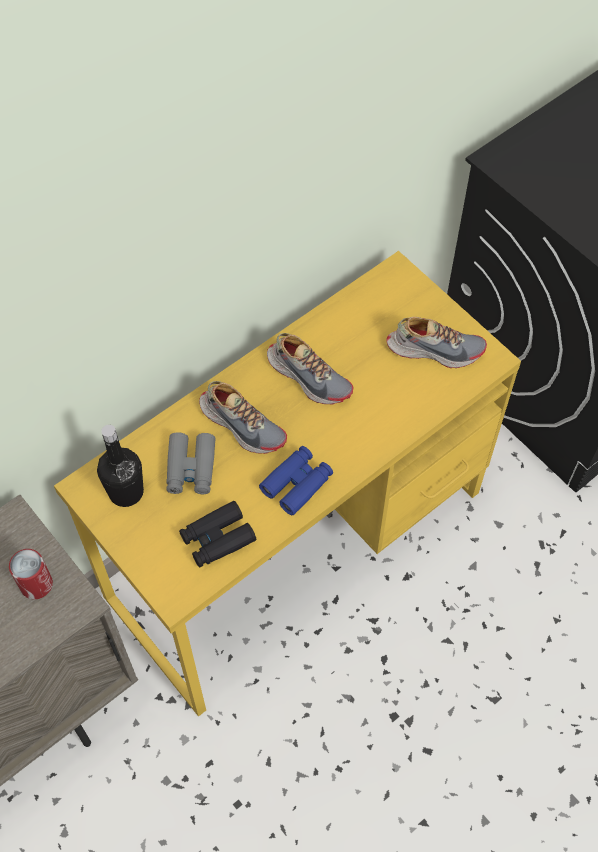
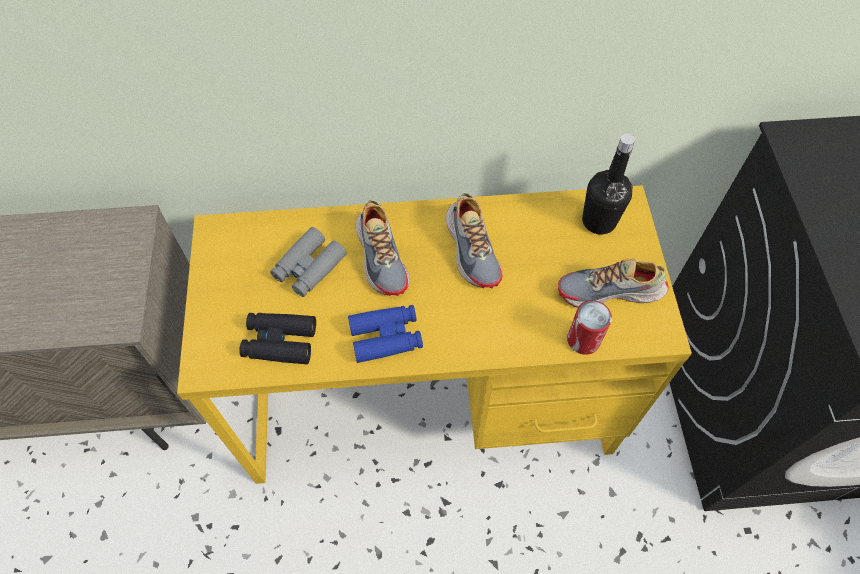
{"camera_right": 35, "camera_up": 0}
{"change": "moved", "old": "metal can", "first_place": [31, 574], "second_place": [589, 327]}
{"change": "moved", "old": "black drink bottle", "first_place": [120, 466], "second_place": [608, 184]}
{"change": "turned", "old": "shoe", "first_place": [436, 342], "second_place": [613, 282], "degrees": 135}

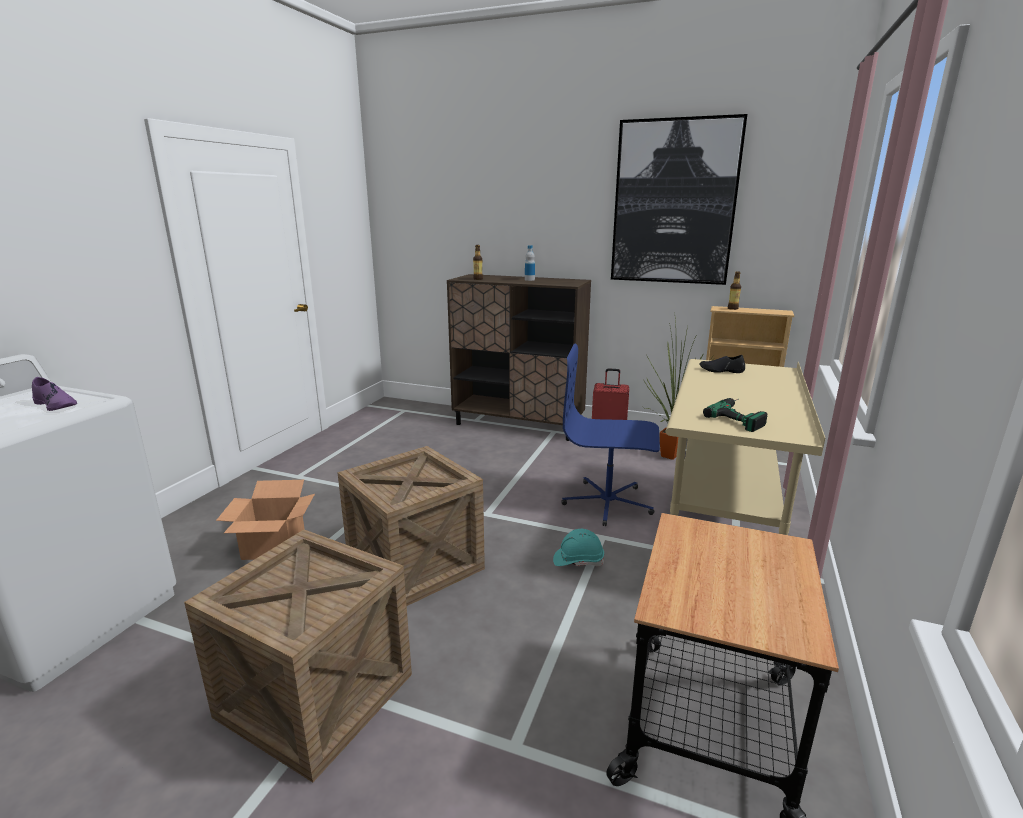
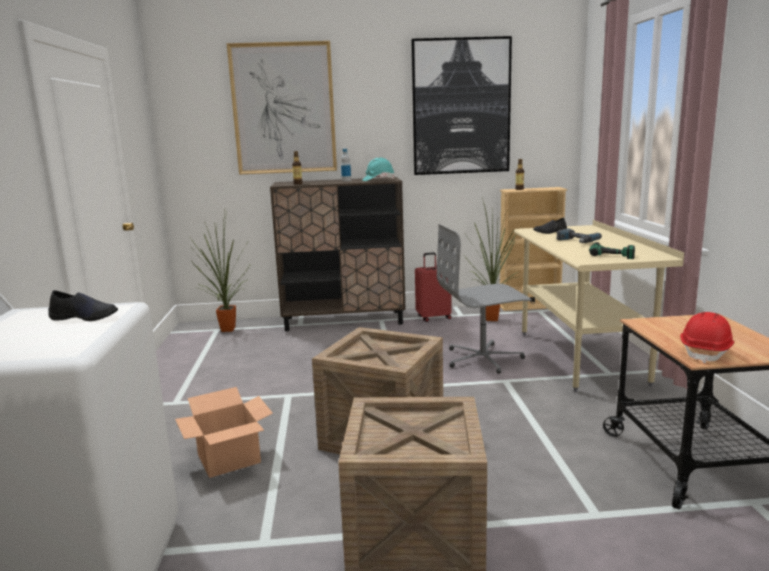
{"camera_right": -25, "camera_up": -5}
{"change": "added", "new": "plant in a pot", "second_place": [220, 271]}
{"change": "added", "new": "wall art", "second_place": [282, 108]}
{"change": "added", "new": "drill", "second_place": [579, 235]}
{"change": "added", "new": "red work helmet", "second_place": [707, 337]}
{"change": "moved", "old": "turquoise-coloured work helmet", "first_place": [578, 547], "second_place": [378, 169]}
{"change": "recoloured", "old": "purple shoe", "new": "black shoe", "first_place": [54, 394], "second_place": [83, 305]}
{"change": "recoloured", "old": "bluish computer chair", "new": "greyish computer chair", "first_place": [610, 434], "second_place": [484, 299]}

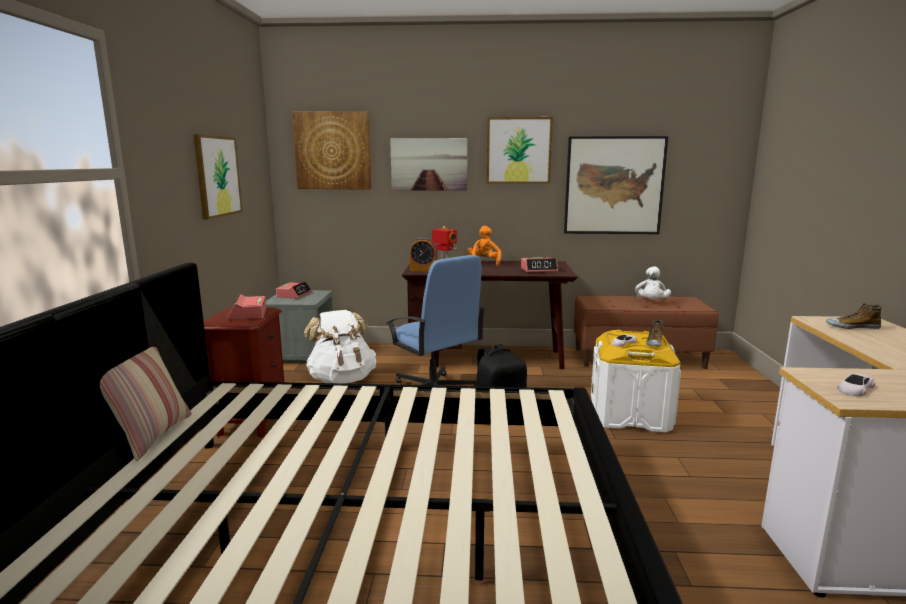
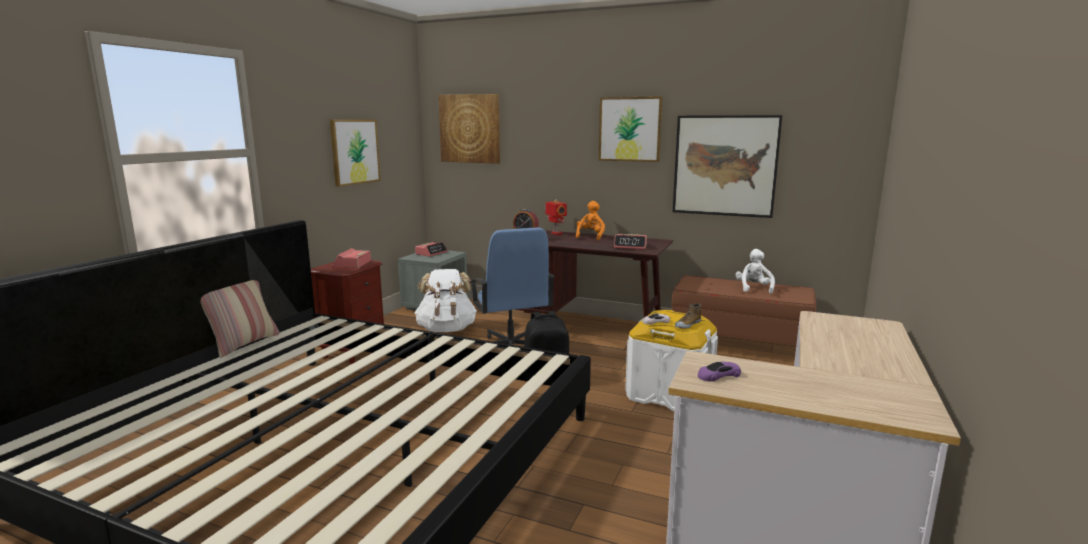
{"camera_right": 20, "camera_up": 0}
{"change": "removed", "old": "wall art", "first_place": [428, 164]}
{"change": "removed", "old": "shoe", "first_place": [854, 316]}
{"change": "recoloured", "old": "whitish model car", "new": "purple model car", "first_place": [856, 384], "second_place": [719, 372]}
{"change": "turned", "old": "whitish cuddly toy", "first_place": [653, 282], "second_place": [755, 271], "degrees": 150}

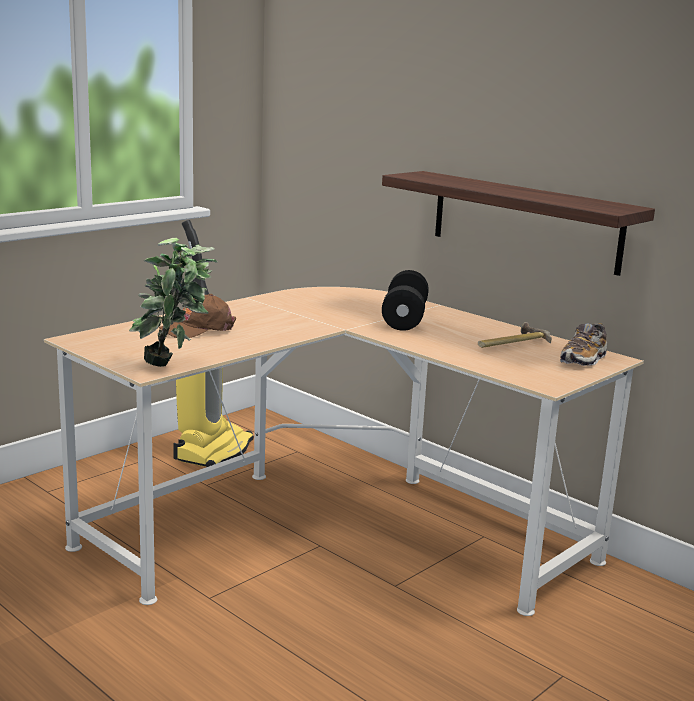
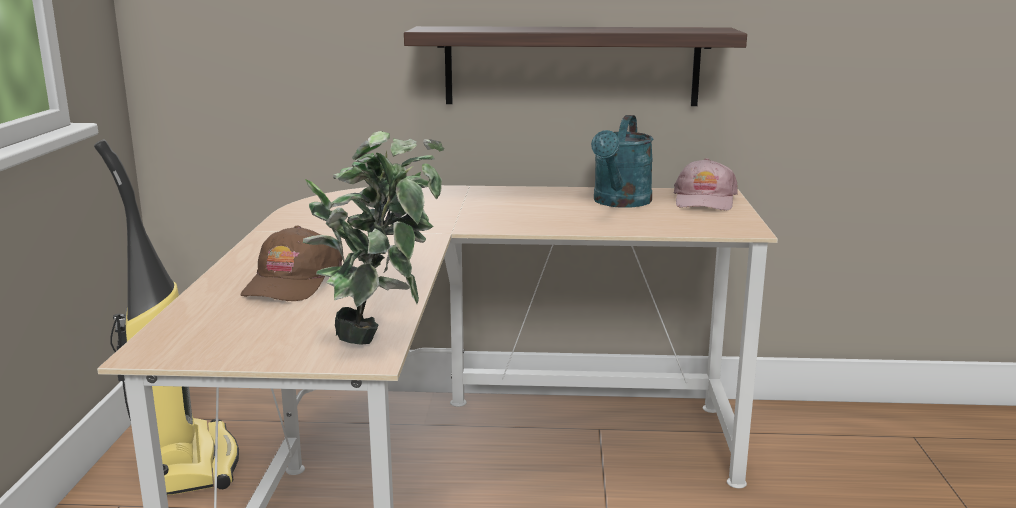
{"camera_right": -40, "camera_up": 0}
{"change": "removed", "old": "black hand weight", "first_place": [405, 300]}
{"change": "replaced", "old": "tool hammer", "new": "turquoise-coloured sprinkling can", "first_place": [514, 335], "second_place": [622, 161]}
{"change": "replaced", "old": "shoe", "new": "pink baseball cap", "first_place": [583, 344], "second_place": [706, 184]}

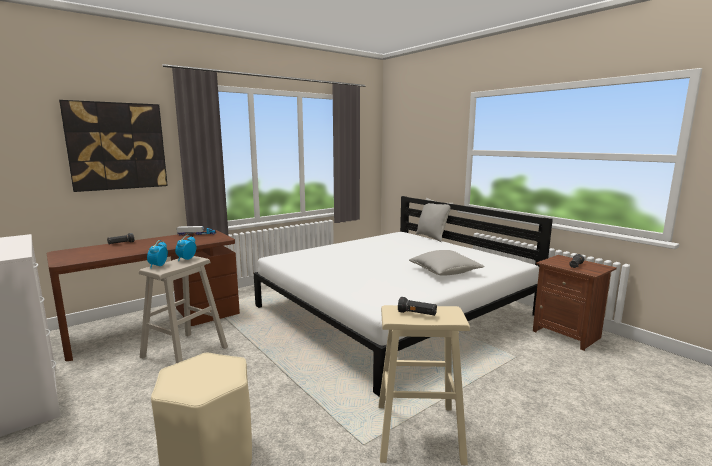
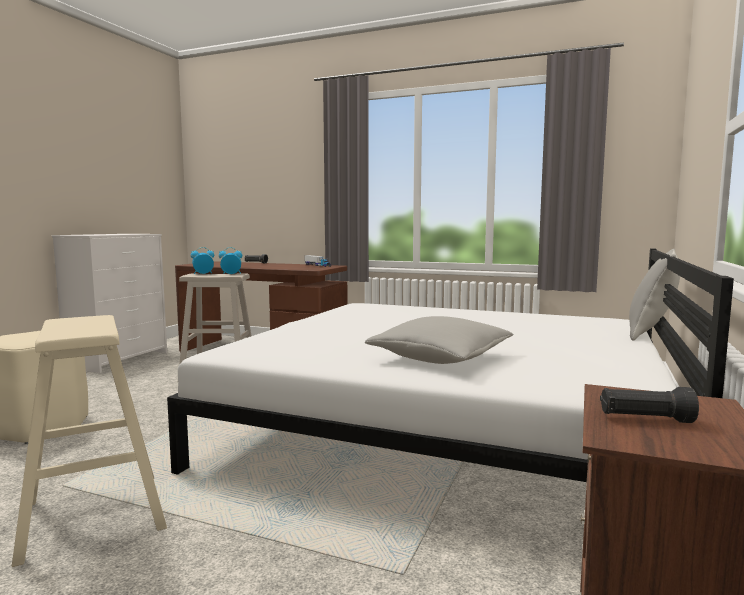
{"camera_right": 60, "camera_up": -5}
{"change": "removed", "old": "wall art", "first_place": [113, 146]}
{"change": "removed", "old": "black torch", "first_place": [417, 306]}

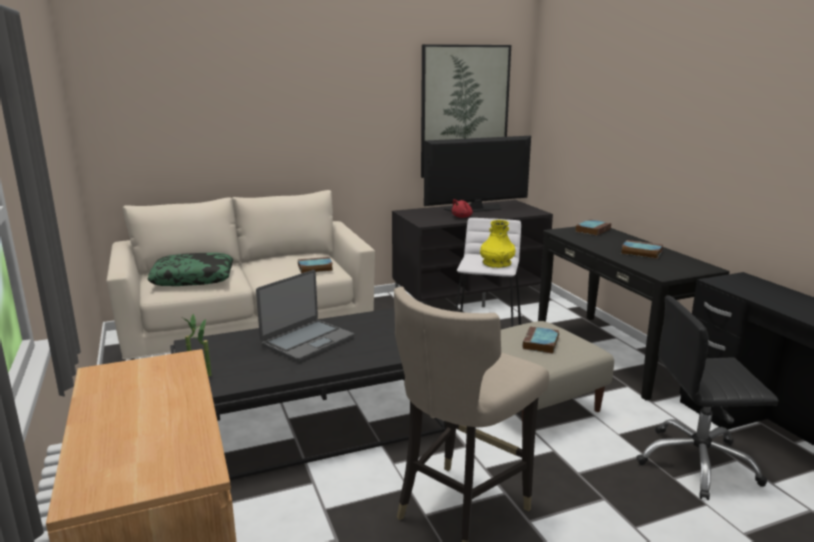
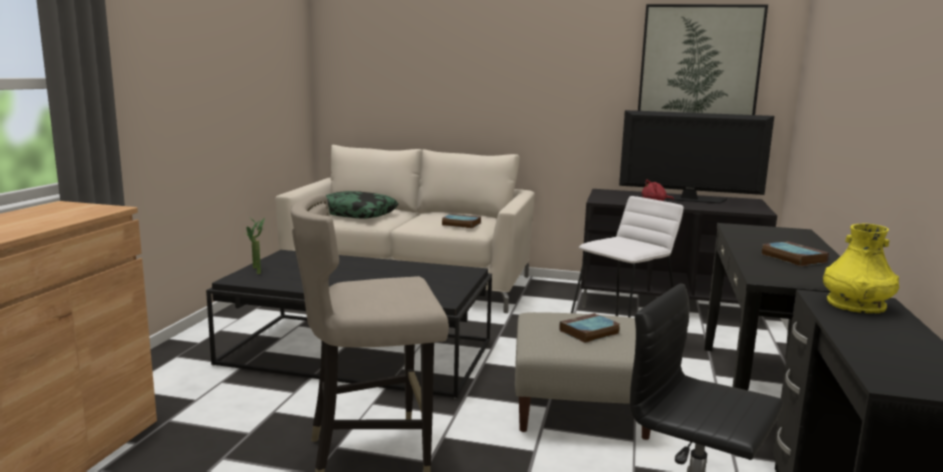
{"camera_right": 35, "camera_up": -5}
{"change": "removed", "old": "portable computer", "first_place": [305, 316]}
{"change": "removed", "old": "bound book", "first_place": [593, 227]}
{"change": "moved", "old": "yellow flower vase", "first_place": [497, 244], "second_place": [861, 268]}

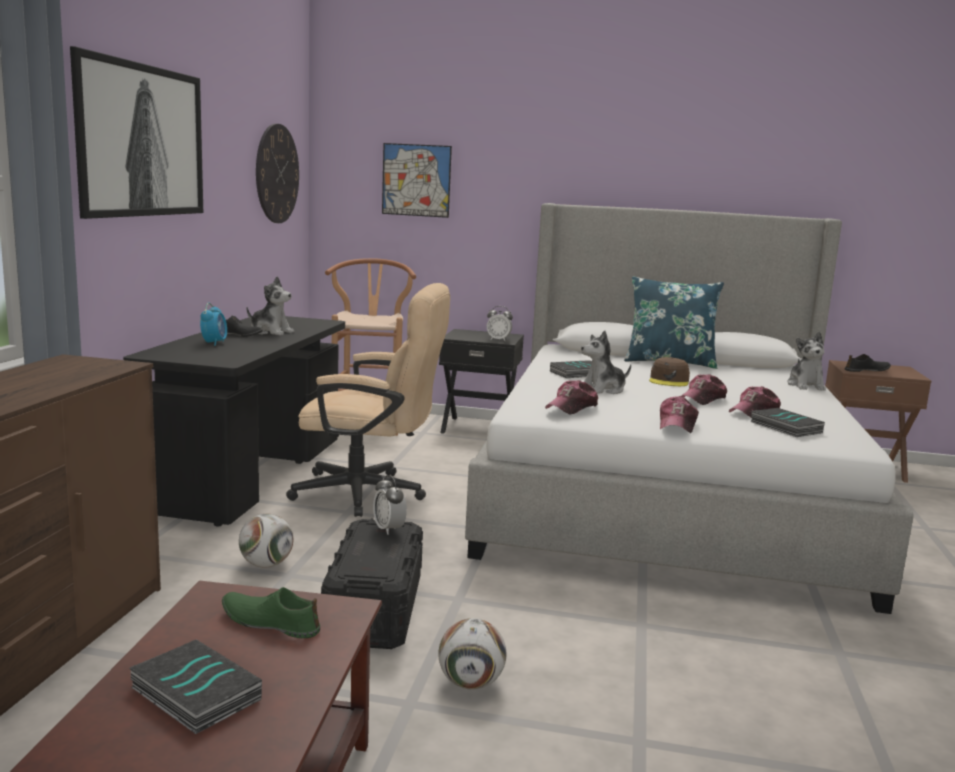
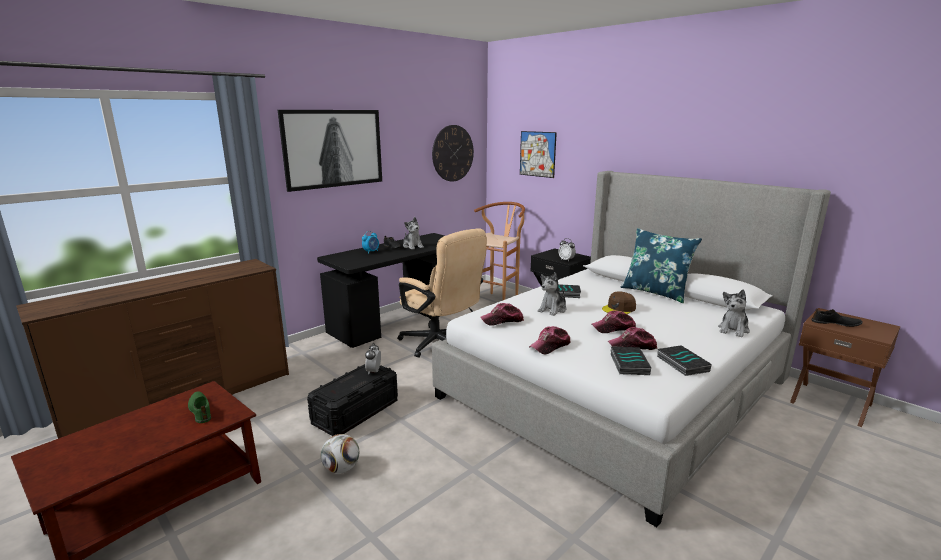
{"camera_right": 35, "camera_up": 5}
{"change": "removed", "old": "football ball", "first_place": [266, 541]}
{"change": "moved", "old": "bound book", "first_place": [195, 687], "second_place": [684, 360]}
{"change": "turned", "old": "cuddly toy", "first_place": [606, 362], "second_place": [552, 294], "degrees": -60}

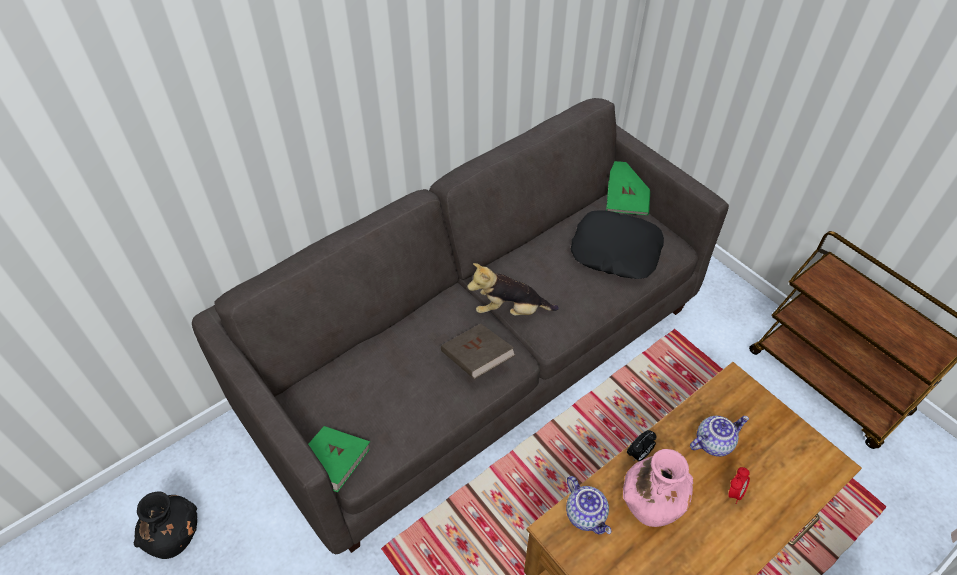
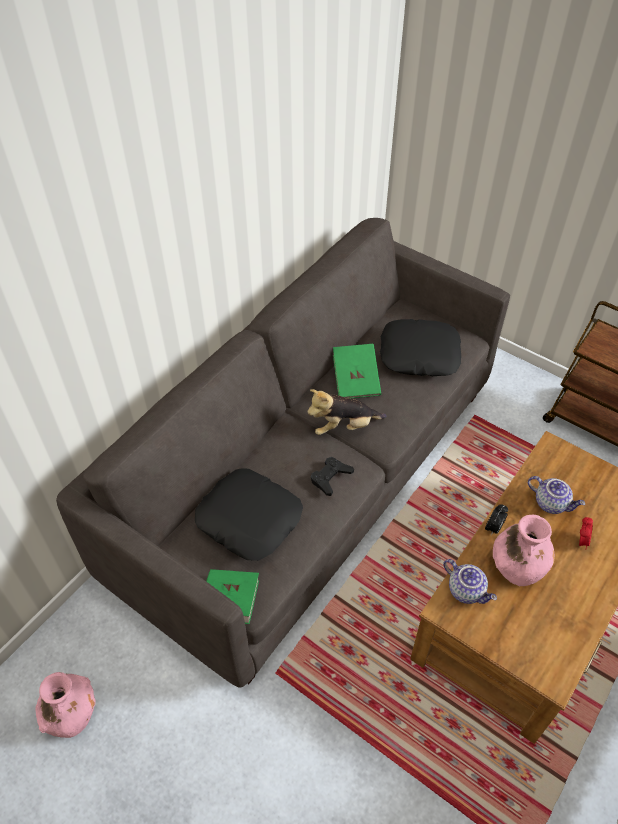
{"camera_right": -15, "camera_up": 0}
{"change": "added", "new": "black cushion", "second_place": [249, 514]}
{"change": "moved", "old": "green-coloured bound book", "first_place": [628, 188], "second_place": [357, 371]}
{"change": "replaced", "old": "brown bound book", "new": "black joypad", "first_place": [478, 351], "second_place": [332, 476]}
{"change": "recoloured", "old": "black flower vase", "new": "pink flower vase", "first_place": [165, 525], "second_place": [65, 705]}
{"change": "turned", "old": "tea pot", "first_place": [719, 436], "second_place": [556, 495], "degrees": 75}

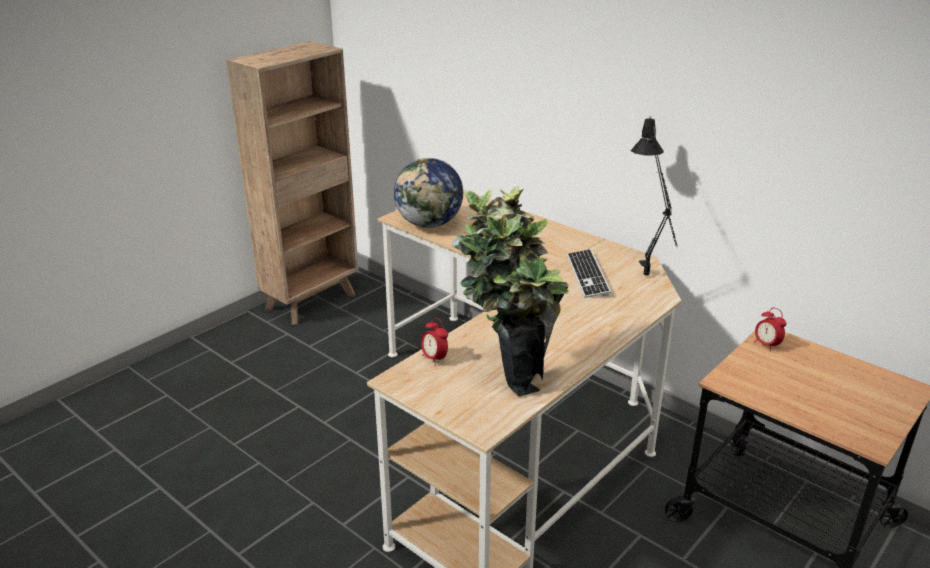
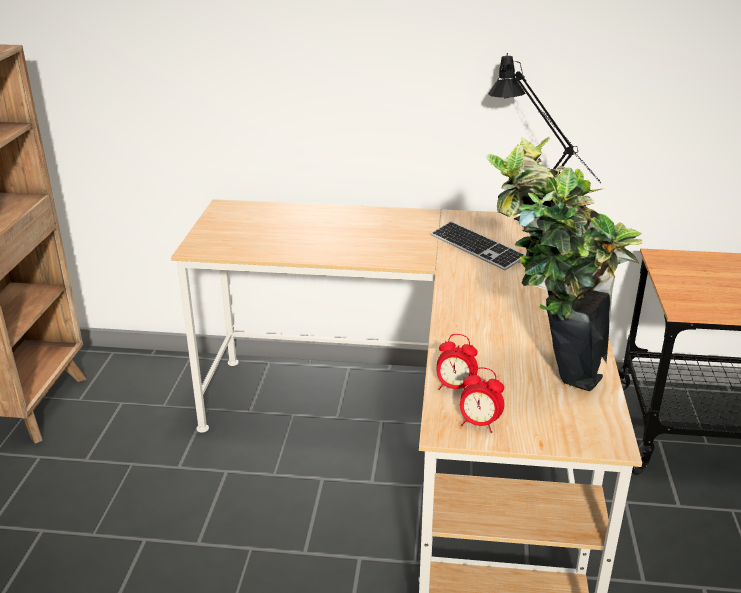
{"camera_right": -35, "camera_up": 0}
{"change": "removed", "old": "desk globe", "first_place": [428, 193]}
{"change": "moved", "old": "alarm clock", "first_place": [770, 330], "second_place": [482, 400]}

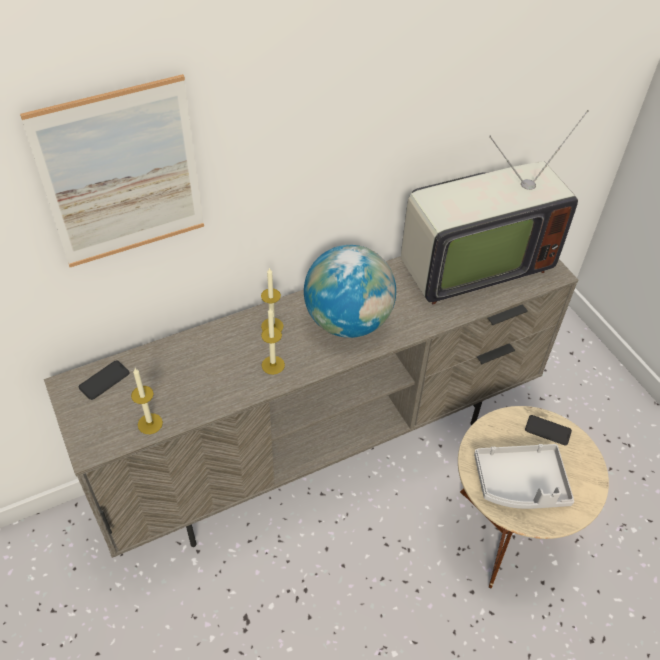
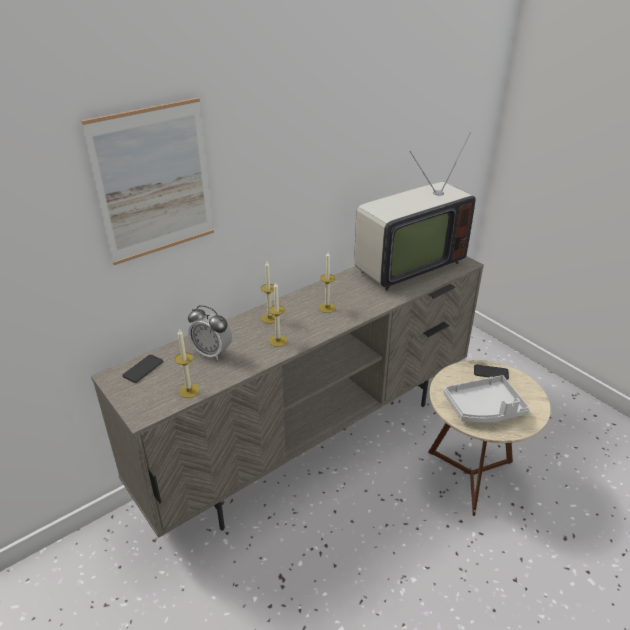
{"camera_right": -10, "camera_up": -15}
{"change": "added", "new": "alarm clock", "second_place": [210, 332]}
{"change": "replaced", "old": "desk globe", "new": "wax light", "first_place": [350, 291], "second_place": [327, 282]}

